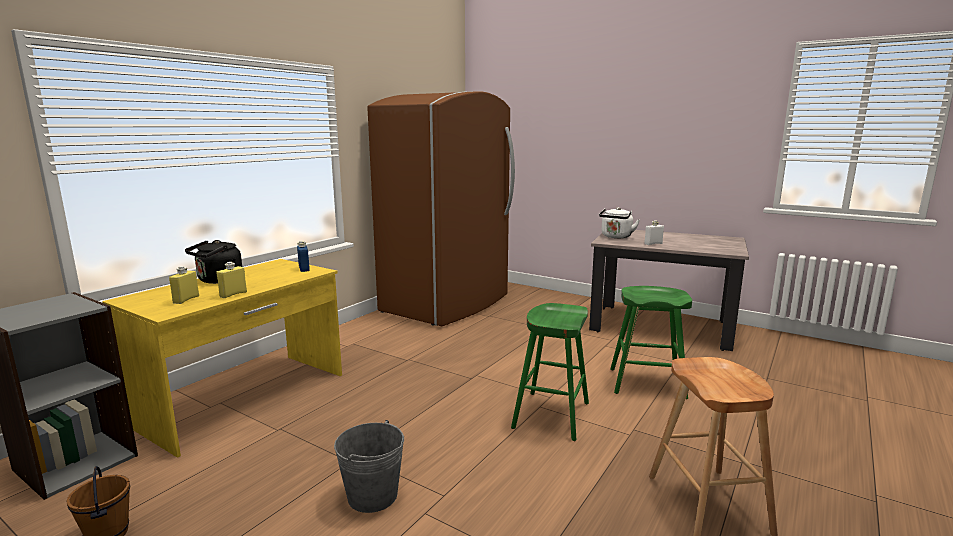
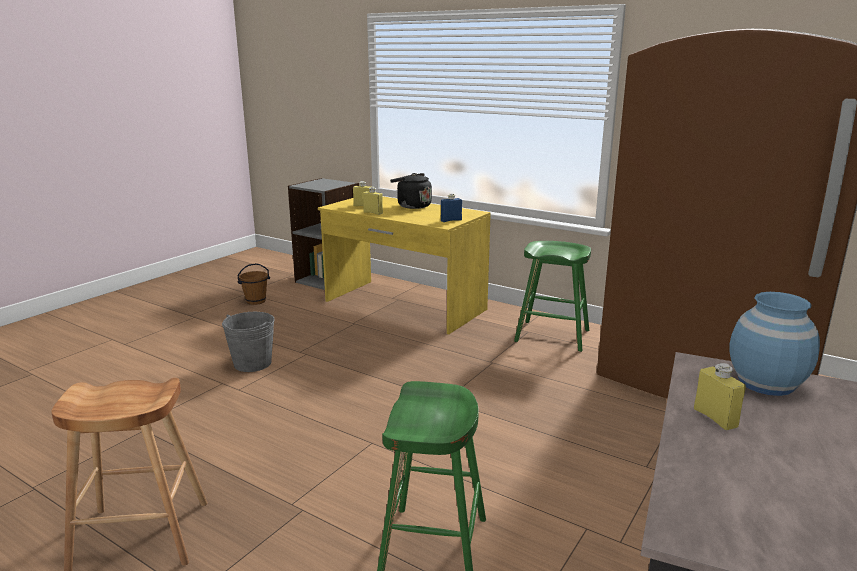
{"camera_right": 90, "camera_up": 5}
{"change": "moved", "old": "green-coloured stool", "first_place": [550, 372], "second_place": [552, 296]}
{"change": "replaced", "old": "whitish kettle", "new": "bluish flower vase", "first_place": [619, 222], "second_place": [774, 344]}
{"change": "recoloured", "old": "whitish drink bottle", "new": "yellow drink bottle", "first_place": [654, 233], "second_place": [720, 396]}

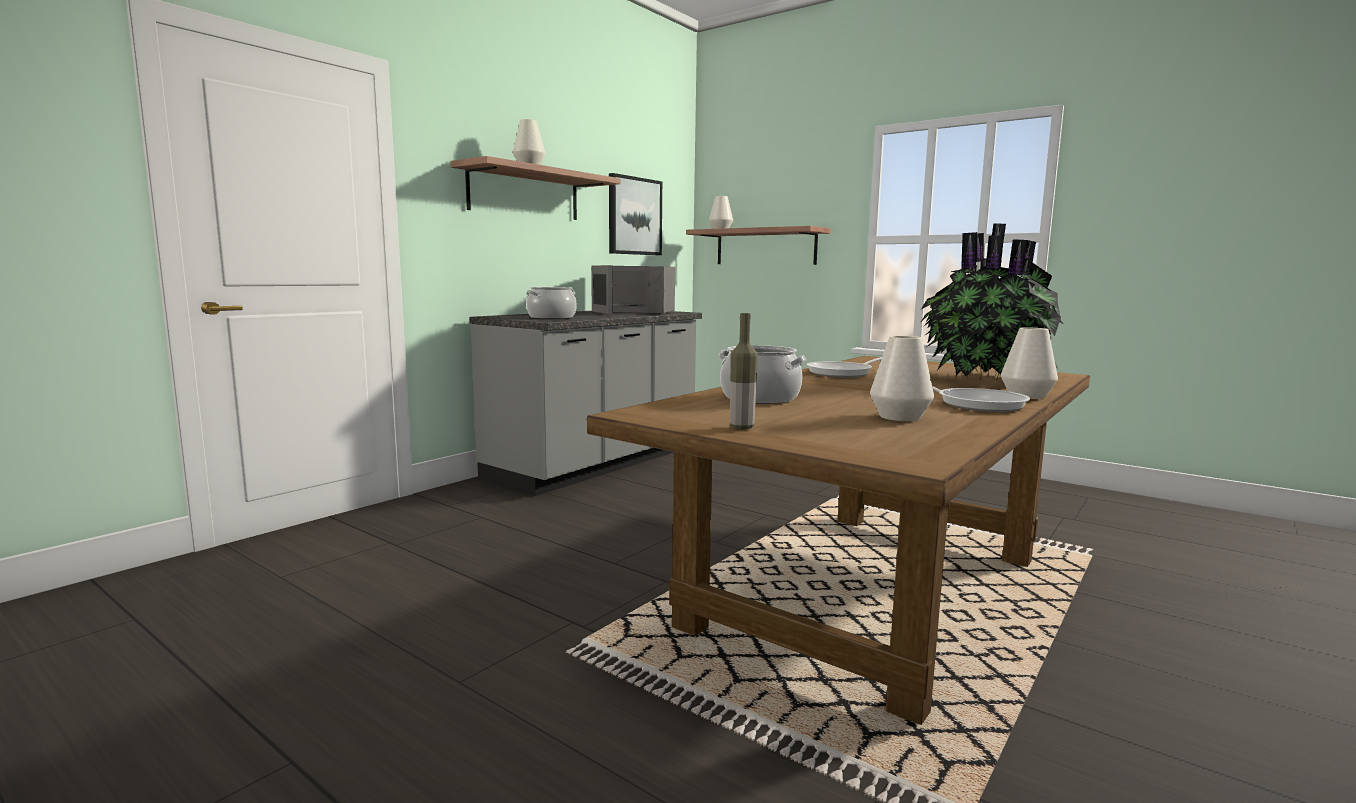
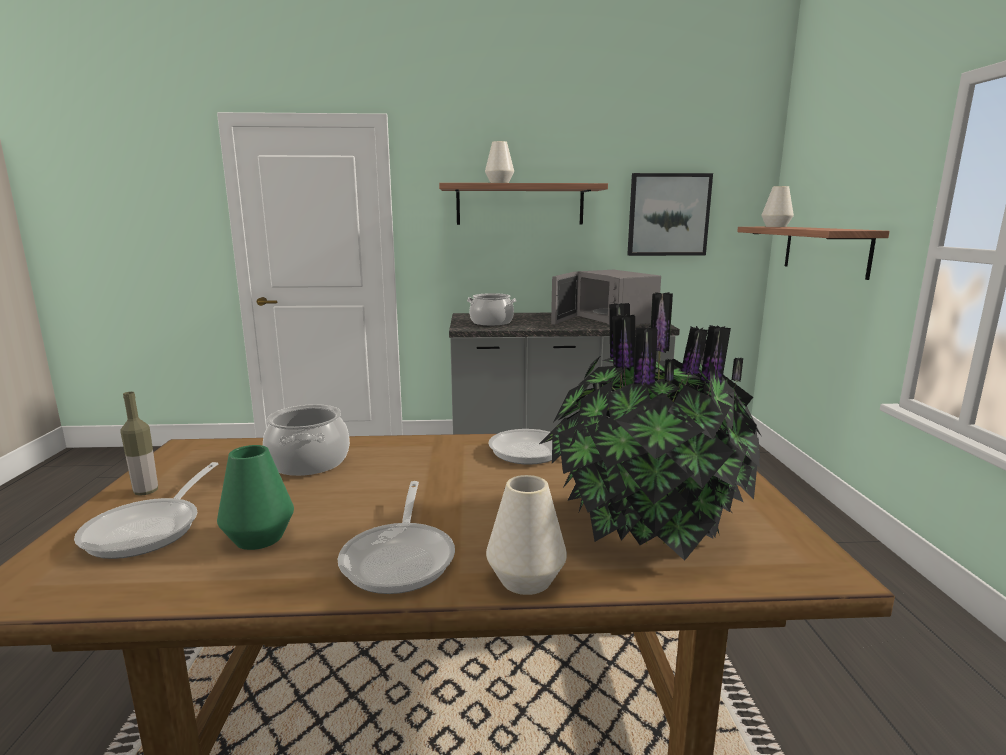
{"camera_right": 50, "camera_up": 5}
{"change": "added", "new": "frying pan", "second_place": [146, 510]}
{"change": "recoloured", "old": "whitish flower vase", "new": "green-coloured flower vase", "first_place": [902, 378], "second_place": [255, 497]}

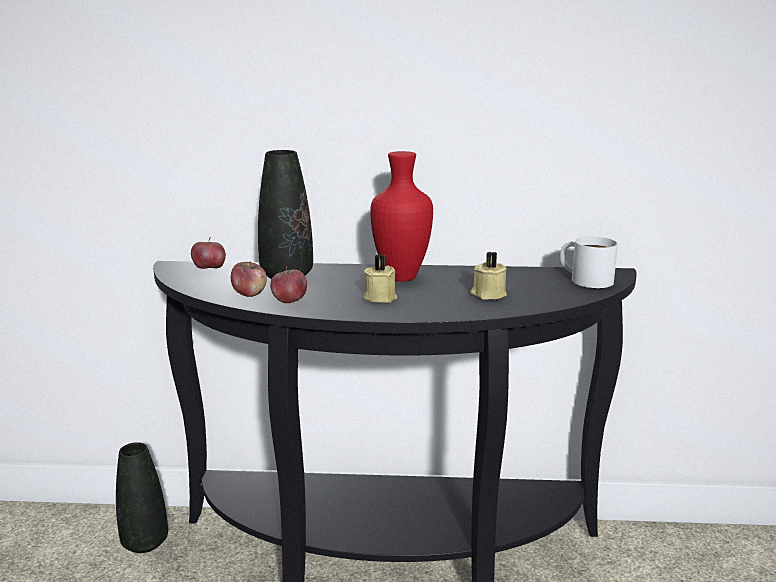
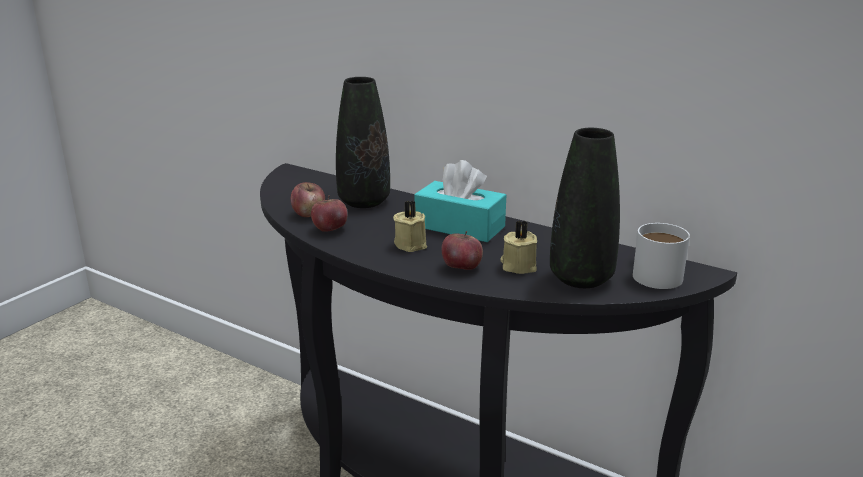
{"camera_right": 30, "camera_up": 5}
{"change": "moved", "old": "black flower vase", "first_place": [142, 497], "second_place": [585, 208]}
{"change": "moved", "old": "whole apple", "first_place": [208, 253], "second_place": [462, 250]}
{"change": "replaced", "old": "red flower vase", "new": "turquoise-coloured tissue holder", "first_place": [401, 216], "second_place": [460, 201]}

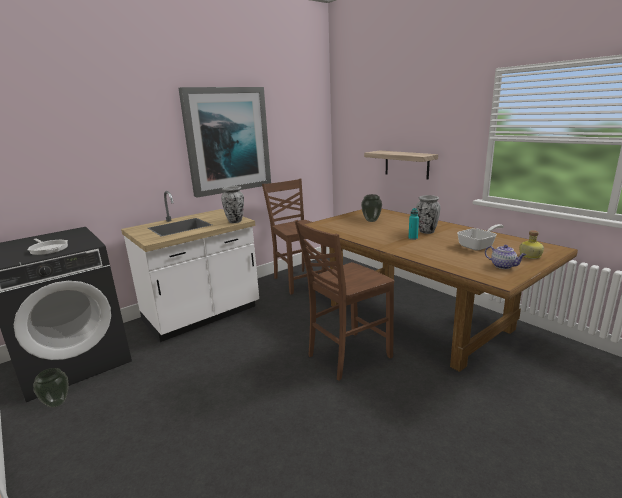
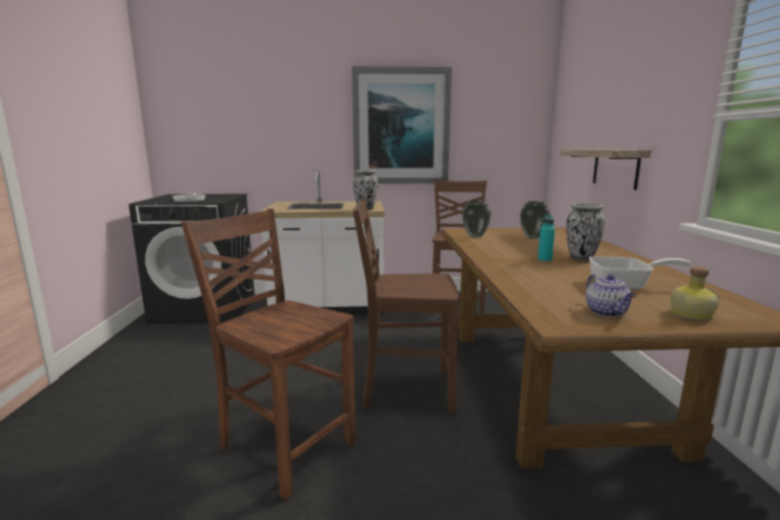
{"camera_right": 35, "camera_up": -5}
{"change": "added", "new": "brown chair", "second_place": [268, 354]}
{"change": "moved", "old": "flower vase", "first_place": [51, 388], "second_place": [476, 219]}

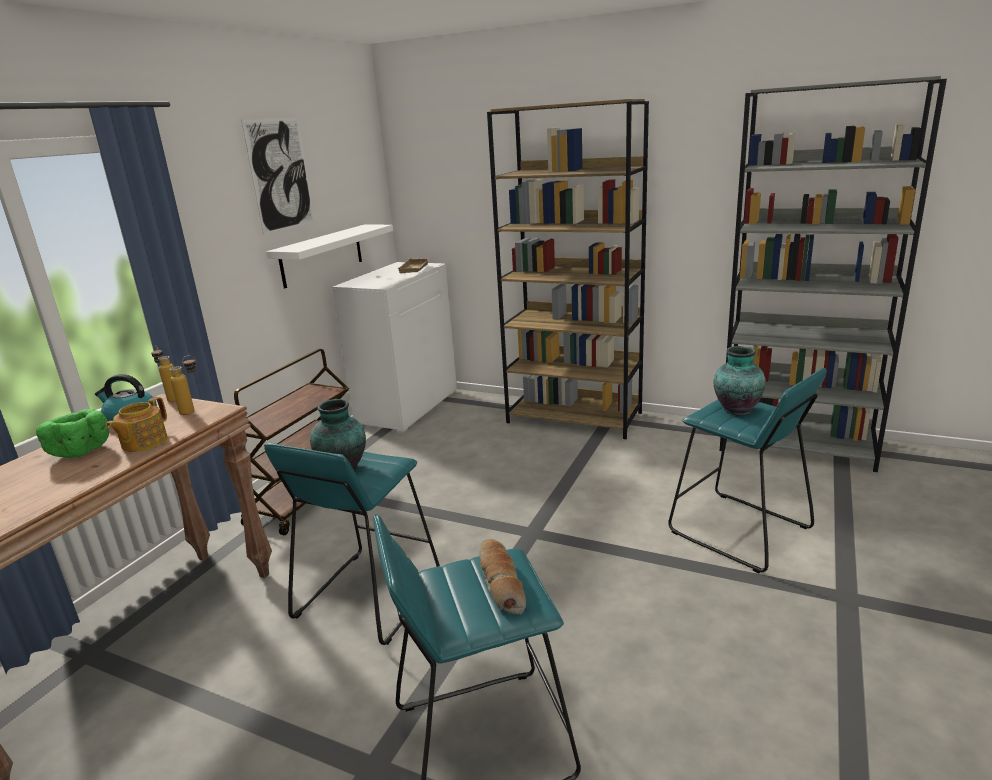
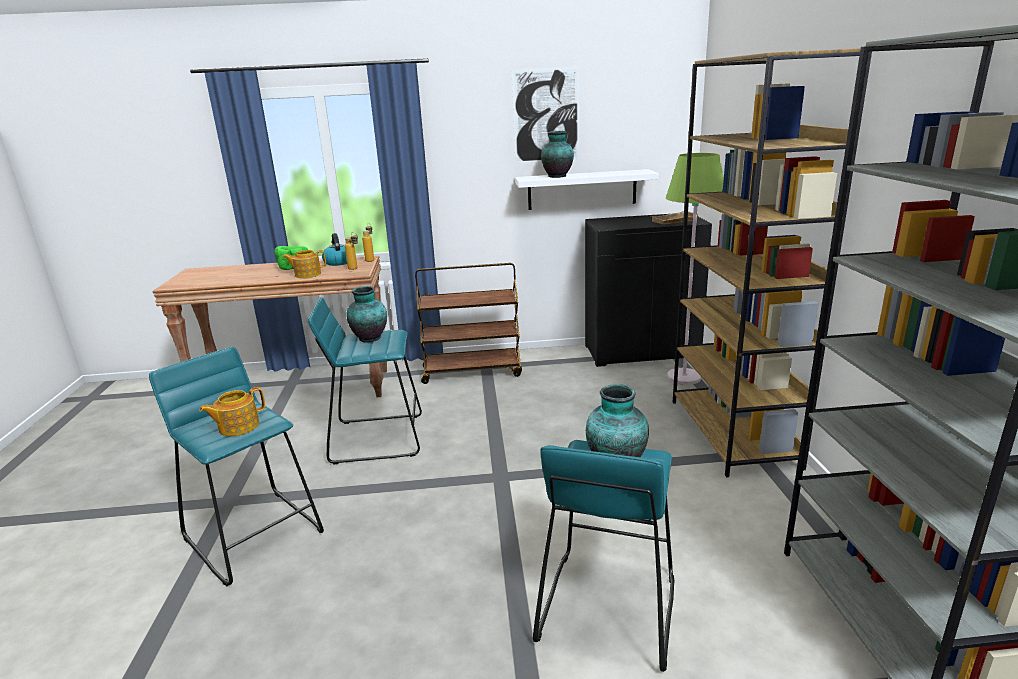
{"camera_right": 60, "camera_up": 0}
{"change": "added", "new": "flower vase", "second_place": [557, 154]}
{"change": "added", "new": "green-coloured standard lamp", "second_place": [695, 269]}
{"change": "replaced", "old": "baked bread", "new": "tea pot", "first_place": [502, 577], "second_place": [232, 411]}
{"change": "recoloured", "old": "whitish storage cabinet", "new": "black storage cabinet", "first_place": [394, 347], "second_place": [648, 290]}

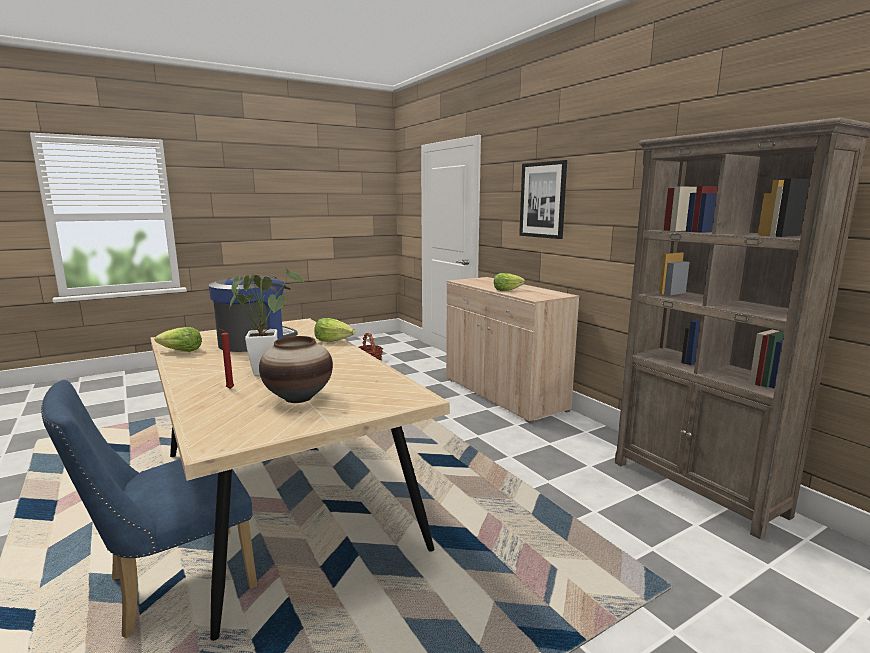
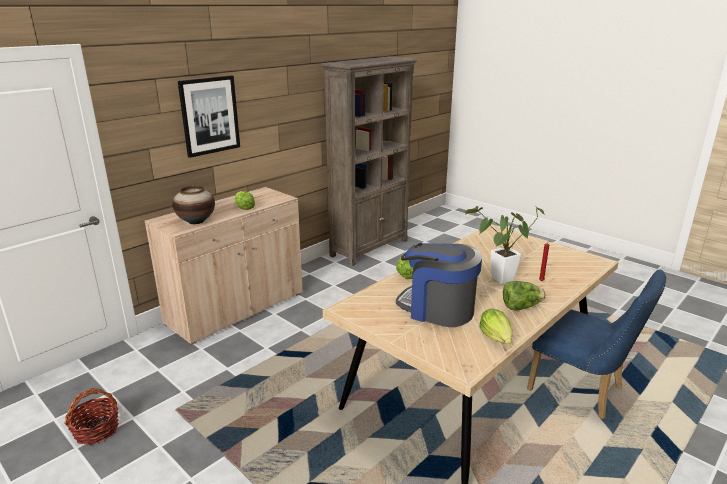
{"camera_right": -105, "camera_up": 10}
{"change": "added", "new": "head of lettuce", "second_place": [524, 295]}
{"change": "moved", "old": "flower vase", "first_place": [296, 369], "second_place": [193, 205]}

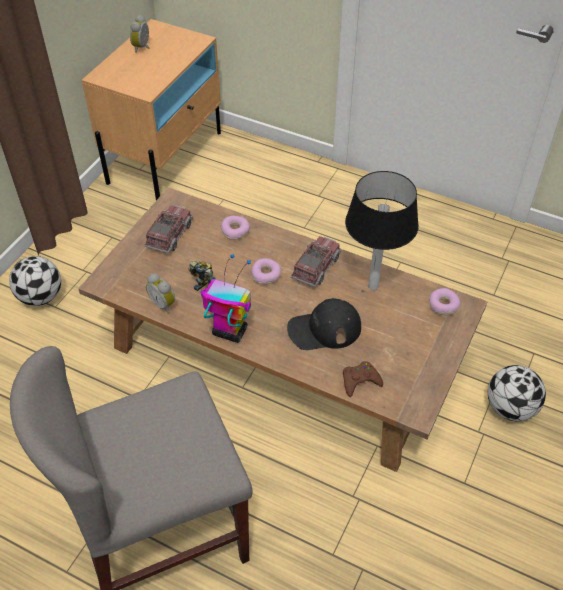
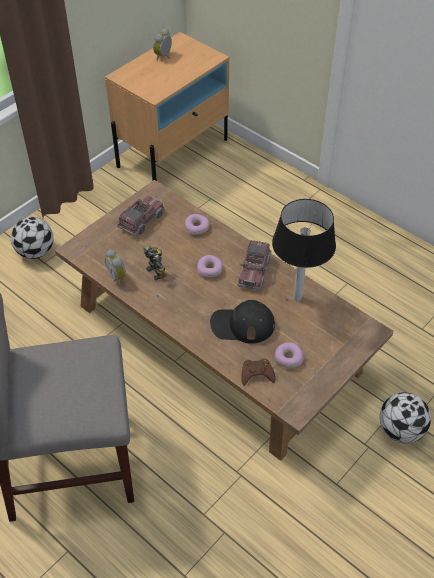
{"camera_right": 15, "camera_up": 0}
{"change": "removed", "old": "toy robot", "first_place": [226, 298]}
{"change": "moved", "old": "donut", "first_place": [445, 301], "second_place": [289, 355]}
{"change": "turned", "old": "toy lorry", "first_place": [316, 261], "second_place": [254, 265], "degrees": 150}

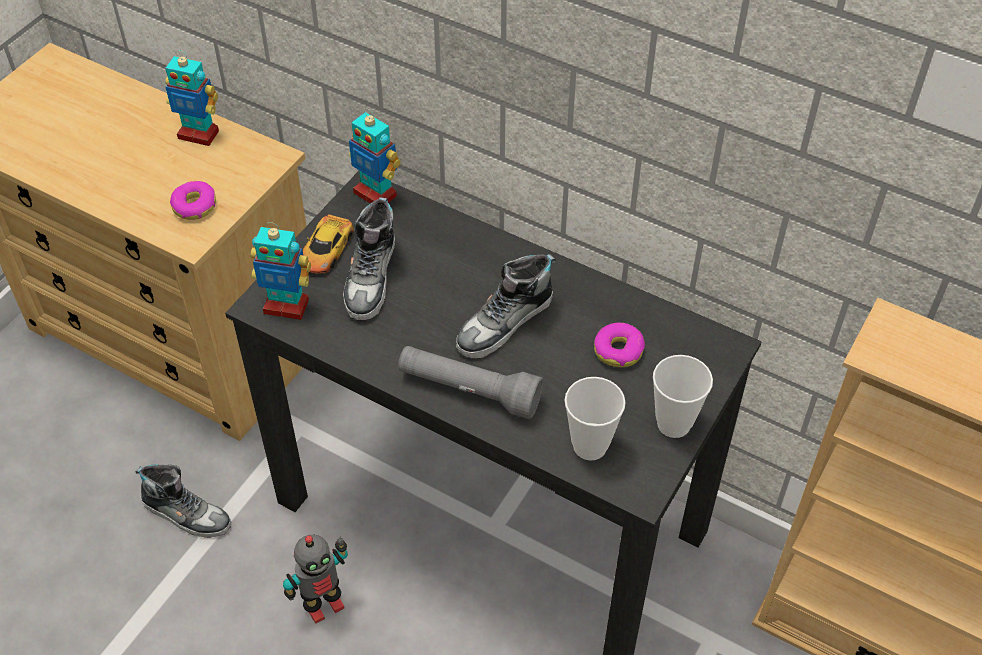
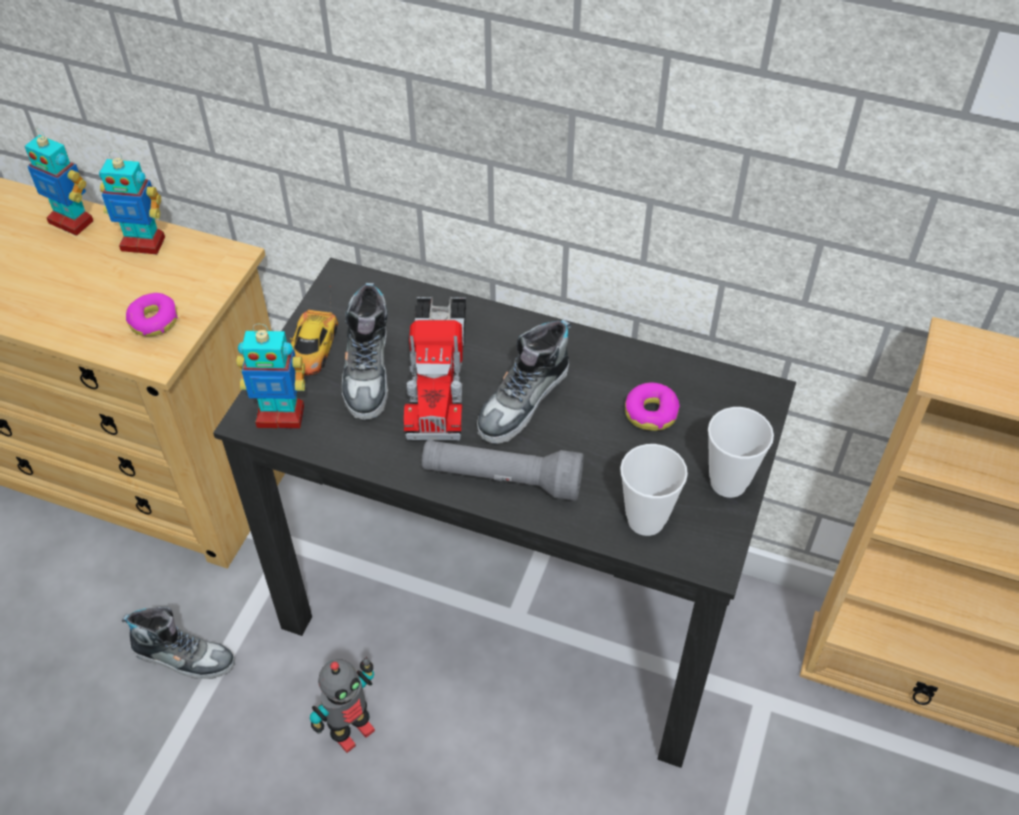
{"camera_right": -10, "camera_up": 0}
{"change": "added", "new": "toy lorry", "second_place": [435, 368]}
{"change": "moved", "old": "toy robot", "first_place": [375, 156], "second_place": [58, 182]}

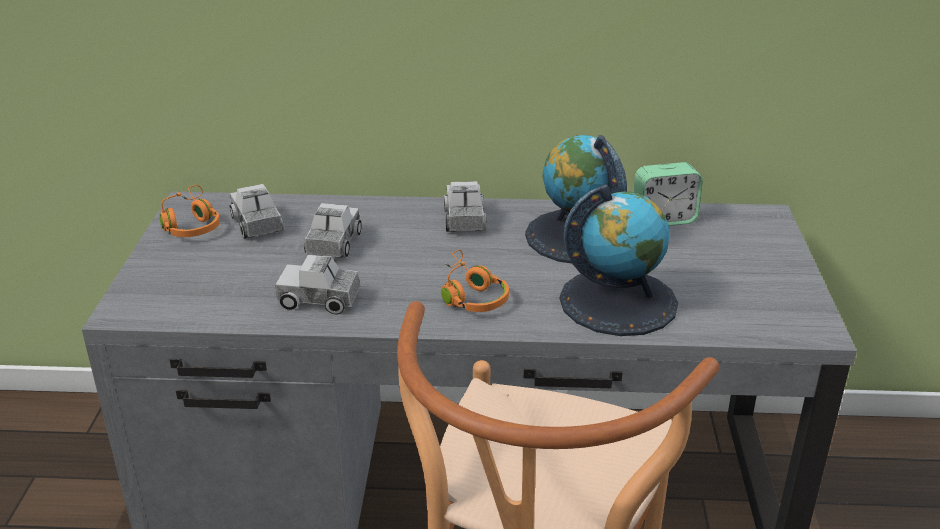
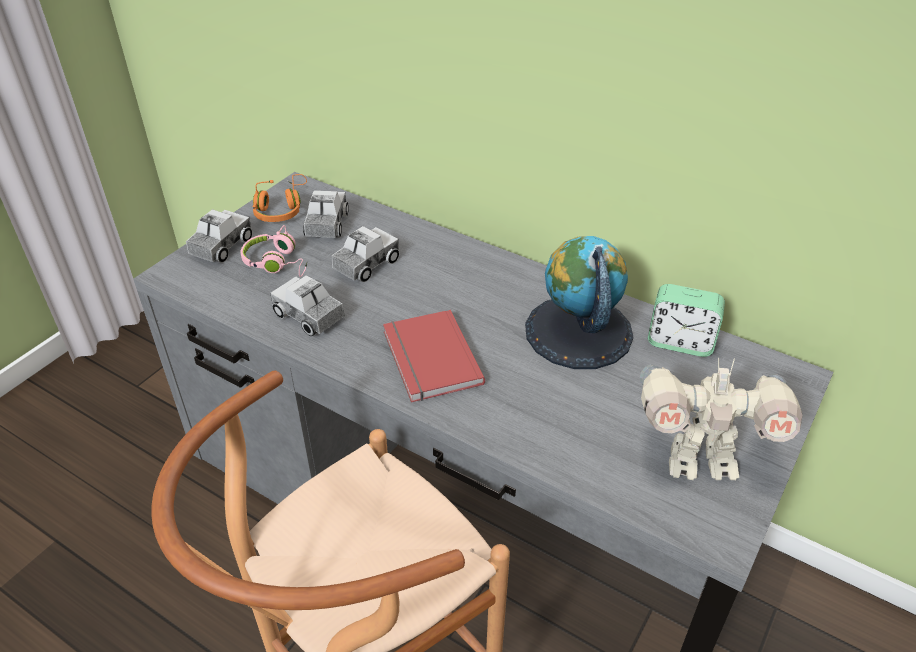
{"camera_right": 30, "camera_up": 10}
{"change": "removed", "old": "desk globe", "first_place": [619, 260]}
{"change": "added", "new": "pink pair of headphones", "second_place": [273, 251]}
{"change": "added", "new": "toy robot", "second_place": [721, 419]}
{"change": "moved", "old": "toy lorry", "first_place": [465, 206], "second_place": [219, 236]}
{"change": "replaced", "old": "orange-coloured pair of headphones", "new": "red bound book", "first_place": [475, 281], "second_place": [434, 356]}

